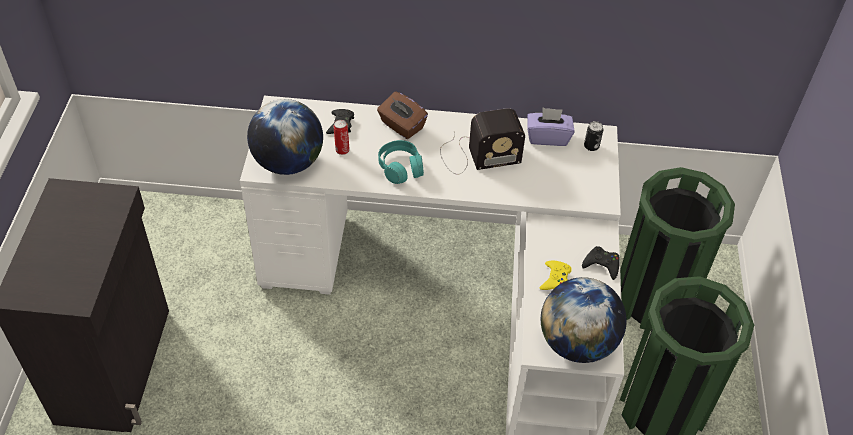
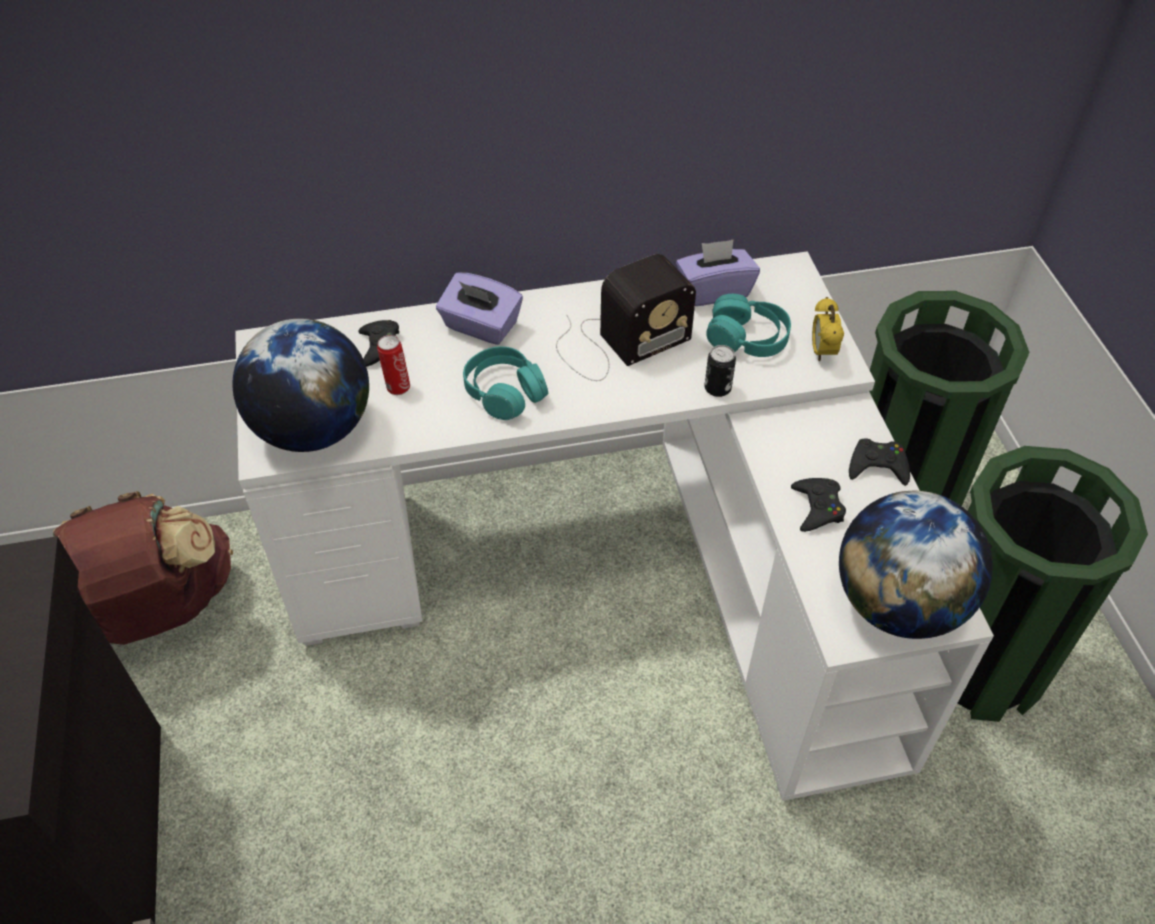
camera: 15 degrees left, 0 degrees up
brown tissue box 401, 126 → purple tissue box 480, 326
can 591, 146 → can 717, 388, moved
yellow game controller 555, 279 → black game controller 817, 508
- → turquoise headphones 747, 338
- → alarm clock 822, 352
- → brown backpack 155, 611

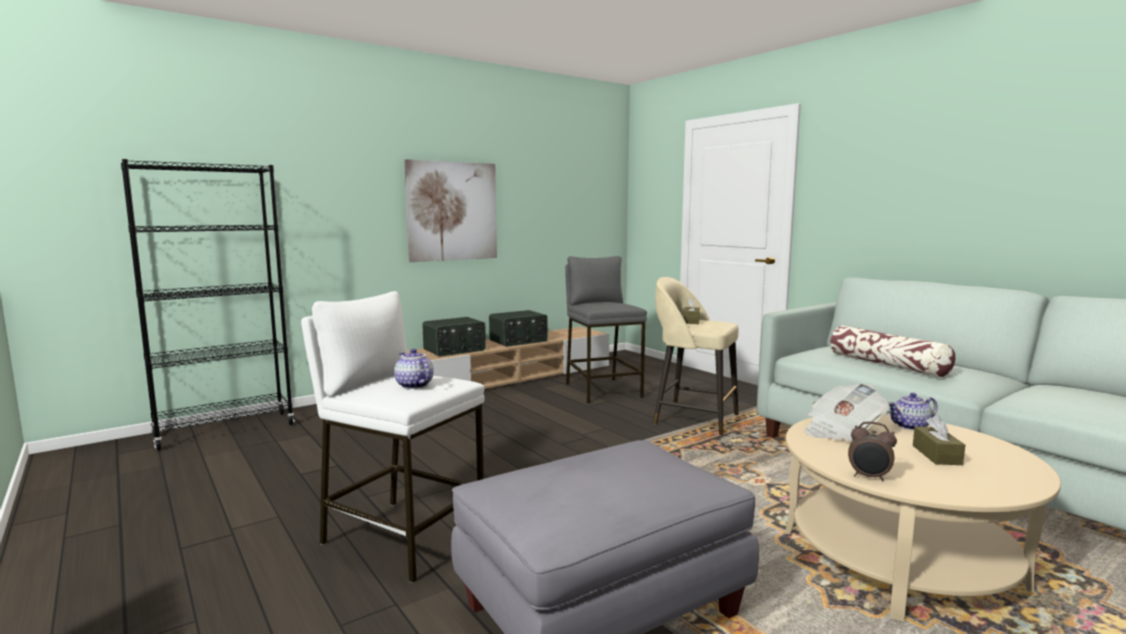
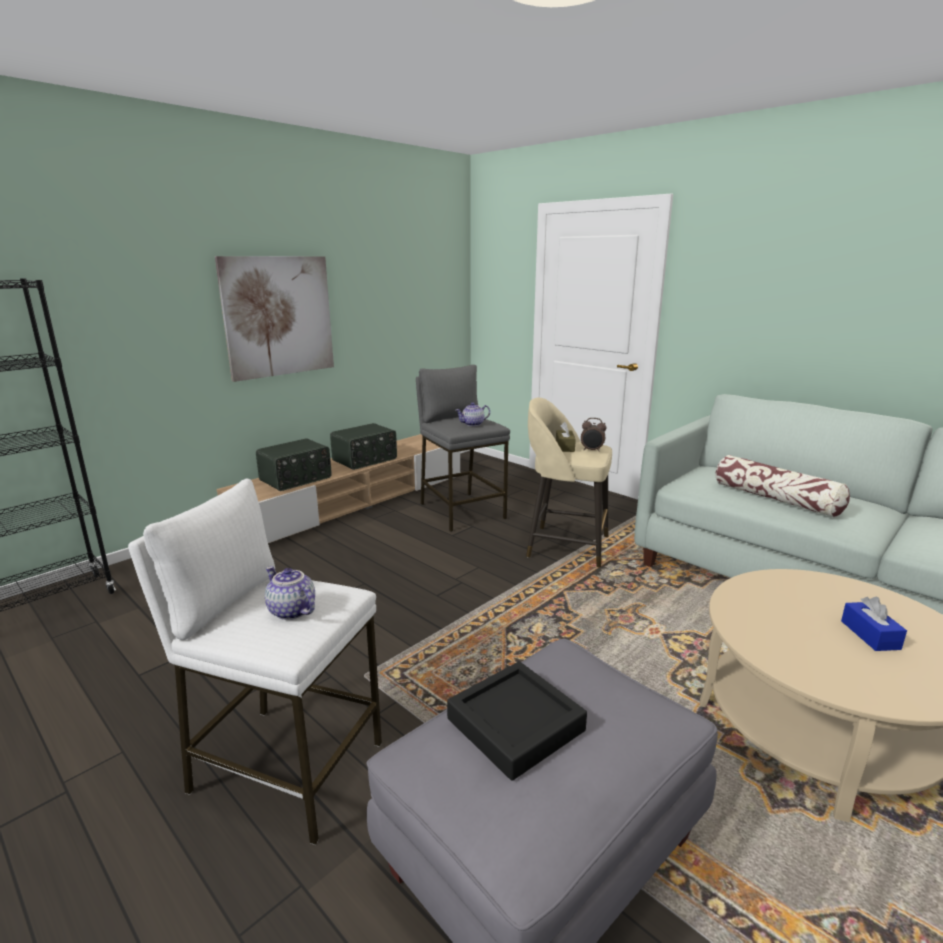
camera: 10 degrees left, 10 degrees up
newspaper 841, 432 → -
teapot 911, 427 → teapot 473, 424, moved
brown tissue box 936, 455 → blue tissue box 870, 635
alarm clock 869, 477 → alarm clock 592, 450, moved
- → black tray 515, 724

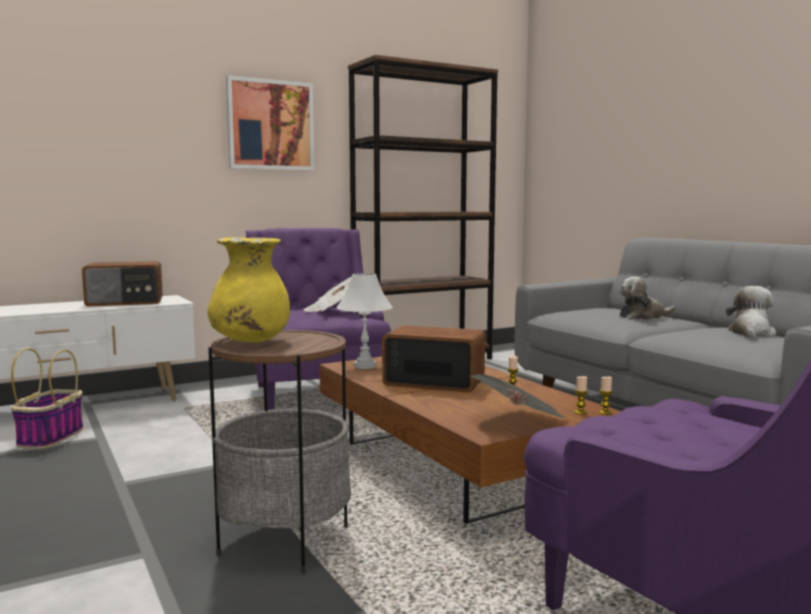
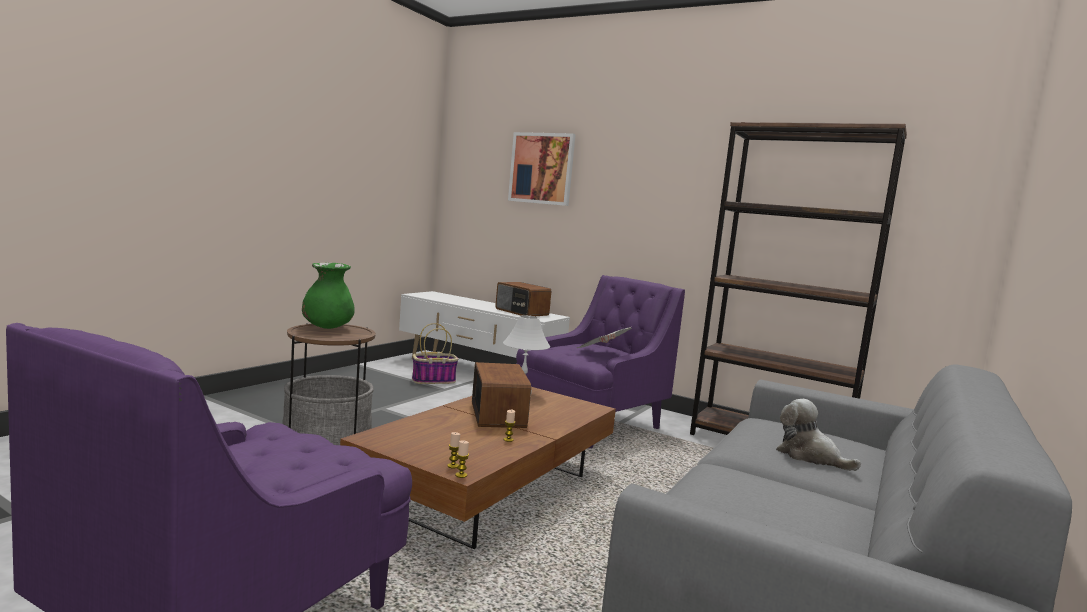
camera: 60 degrees right, 0 degrees up
picture 270, 125 → picture 541, 168, moved
yellow vase 250, 341 → green vase 327, 327
plush toy 750, 333 → -
newspaper 520, 422 → -

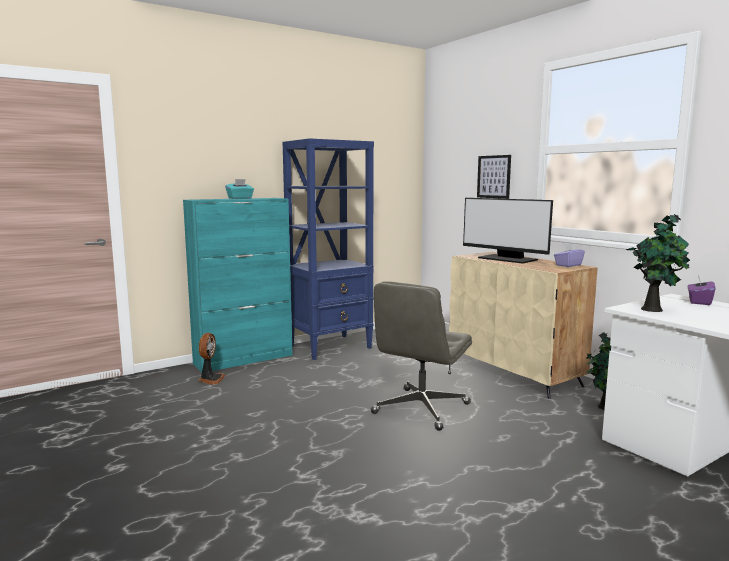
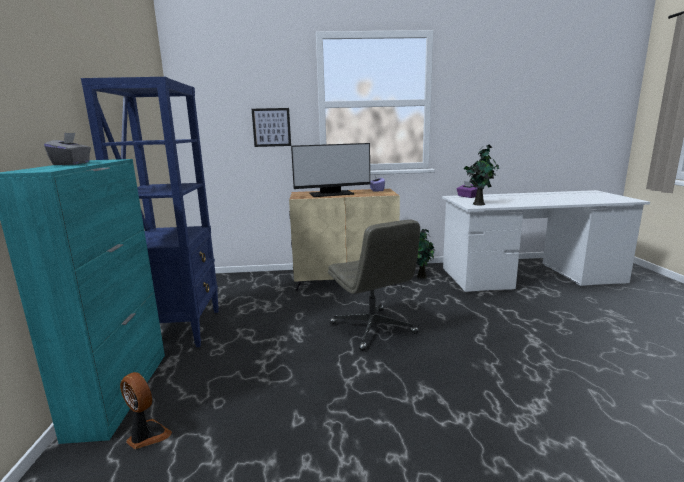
camera: 60 degrees left, 5 degrees up
turquoise tissue box 240, 198 → grey tissue box 72, 164

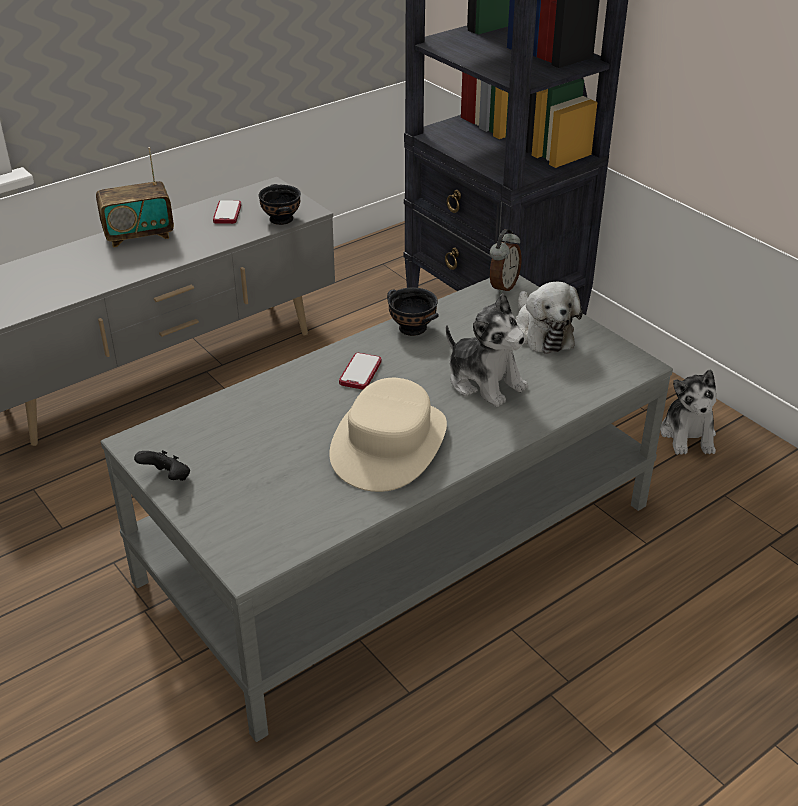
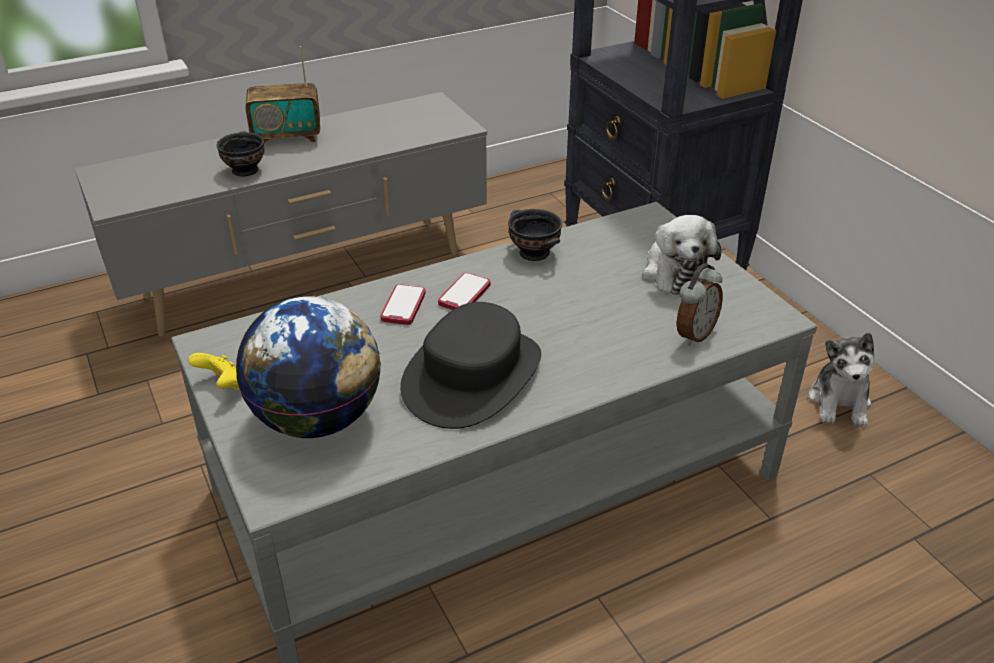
camera: 10 degrees right, 0 degrees up
black bowl 281, 219 → black bowl 244, 171, moved
phone 227, 213 → phone 403, 306, moved
alarm clock 502, 287 → alarm clock 694, 334, moved
plush toy 485, 382 → -
beige hat 389, 444 → black hat 473, 376
black game controller 167, 478 → yellow game controller 224, 386
- → globe 317, 419

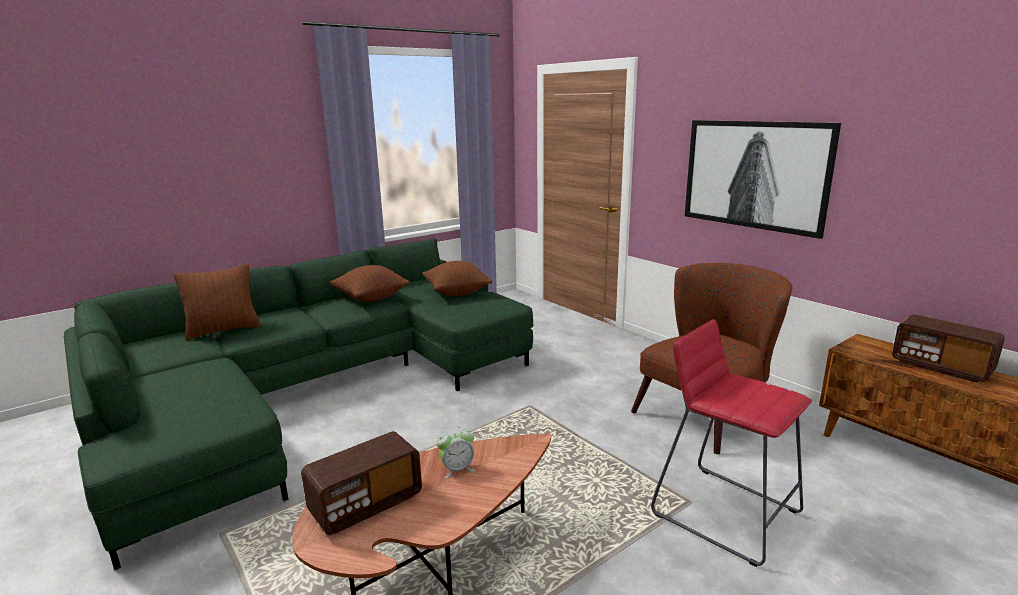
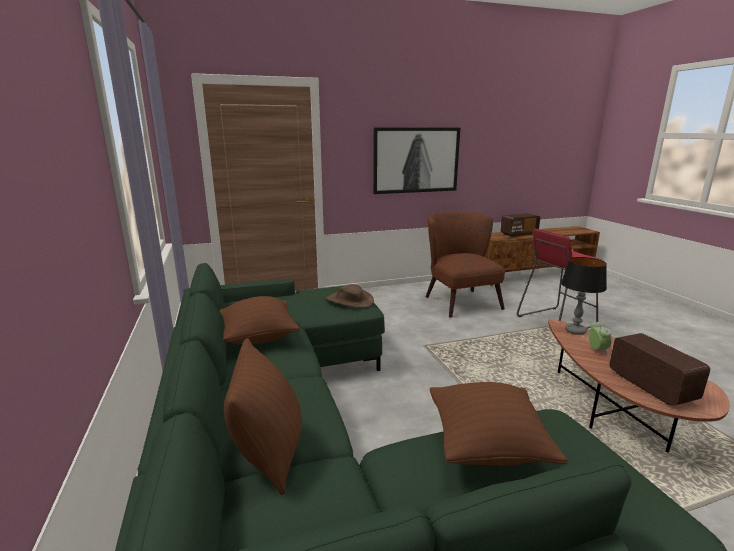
camera: 70 degrees left, 0 degrees up
brown pillow 457, 293 → brown pillow 487, 446, moved
- → table lamp 575, 331
- → brown hat 349, 300

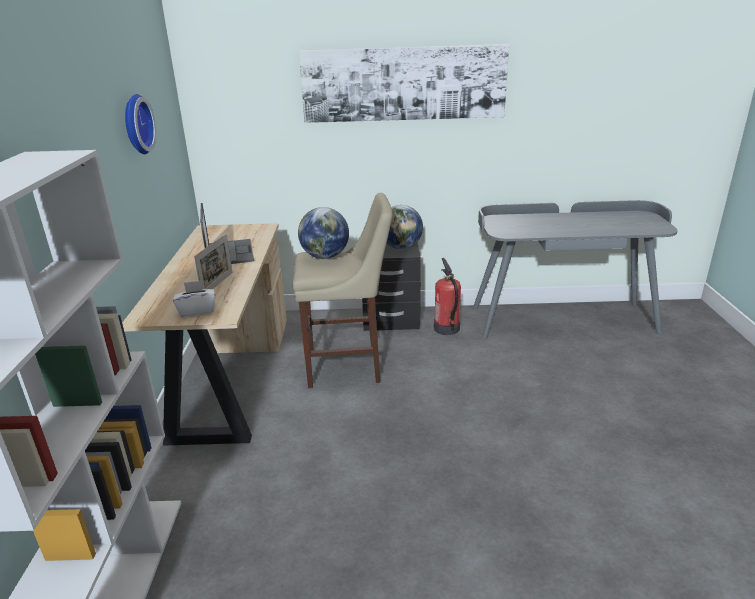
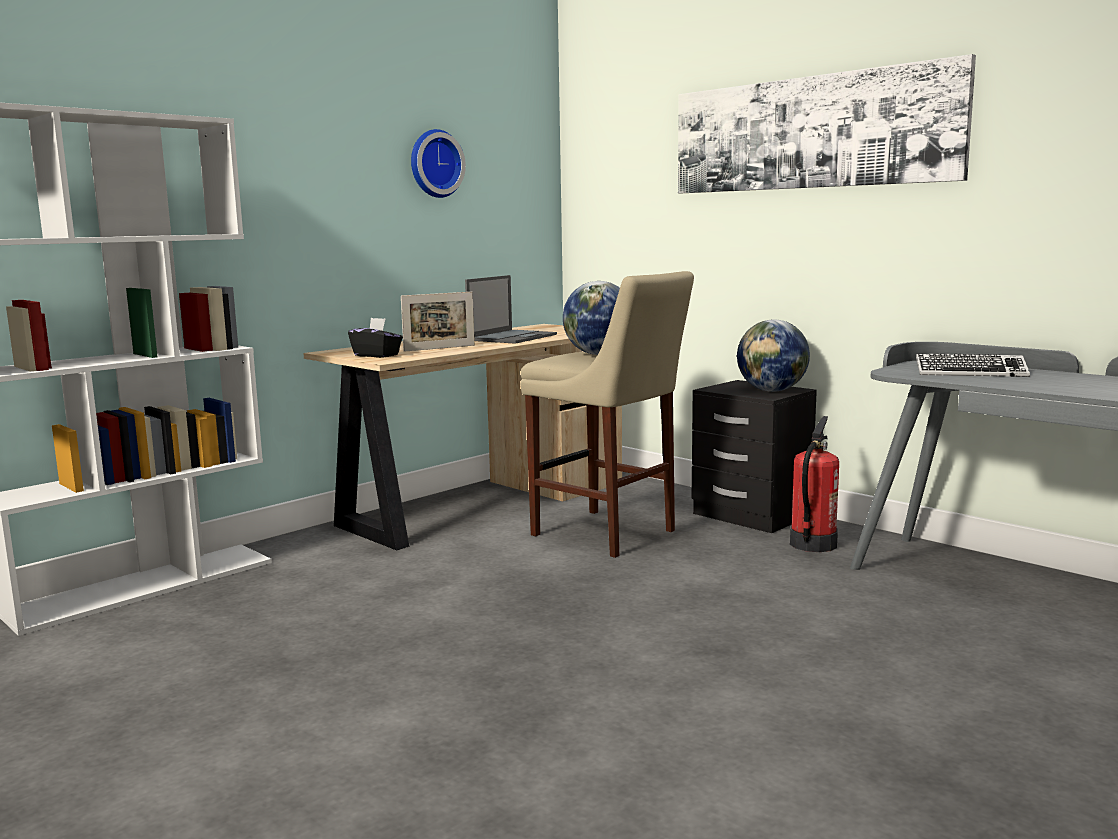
camera: 45 degrees right, 15 degrees down
white tissue box 197, 310 → black tissue box 377, 355
- → keyboard 970, 373

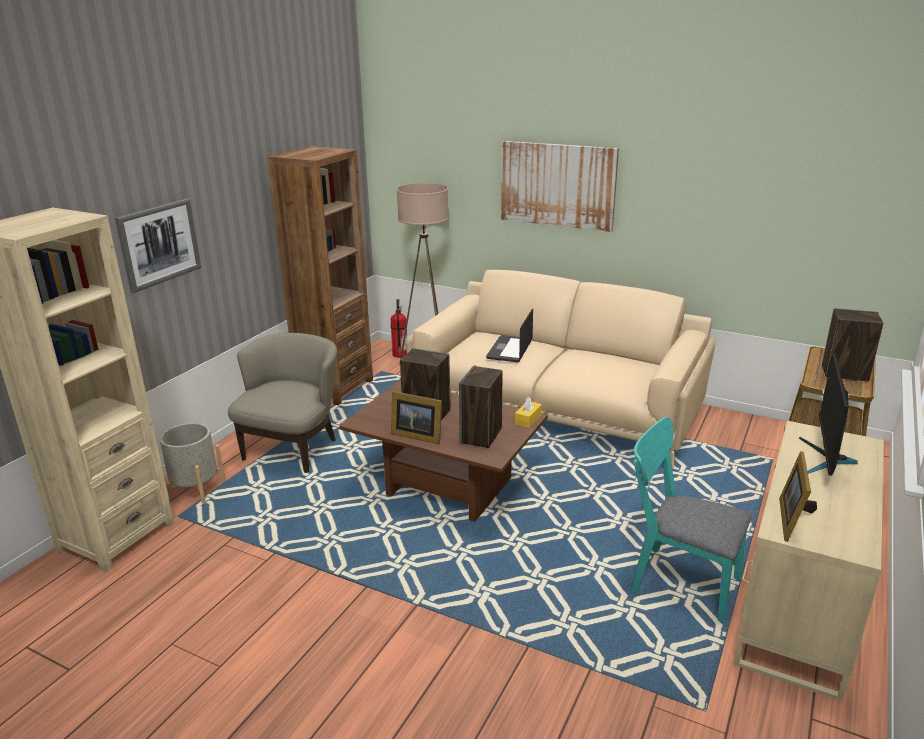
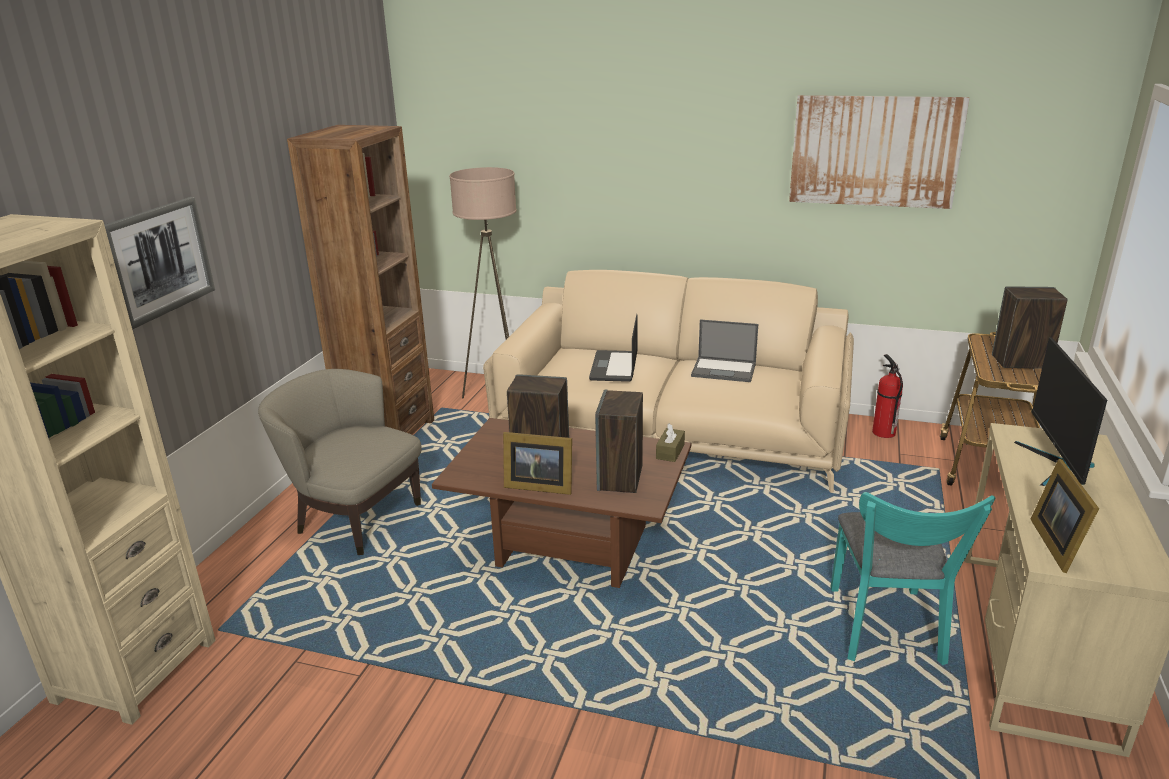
camera: 10 degrees left, 0 degrees up
picture 557, 185 → picture 874, 151, moved
fire extinguisher 400, 354 → fire extinguisher 883, 432, moved
beige armchair 293, 448 → beige armchair 355, 518, 75 degrees counterclockwise
yellow tissue box 528, 419 → brown tissue box 670, 451
turquoise chair 676, 581 → turquoise chair 886, 632, 105 degrees counterclockwise
grey planter 195, 490 → -
- → laptop 724, 370

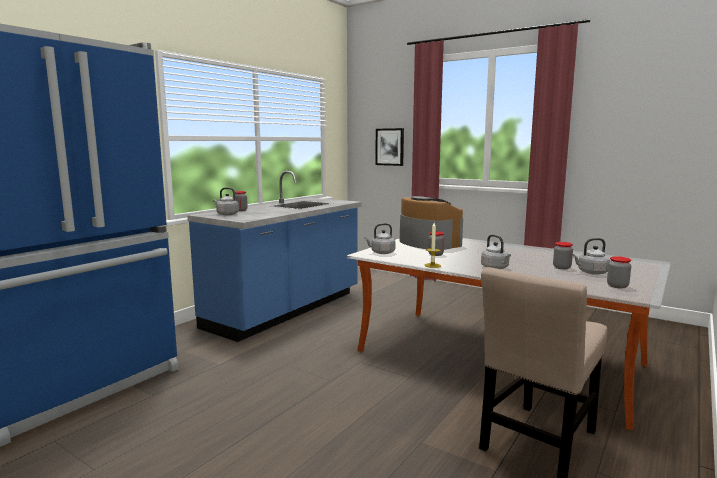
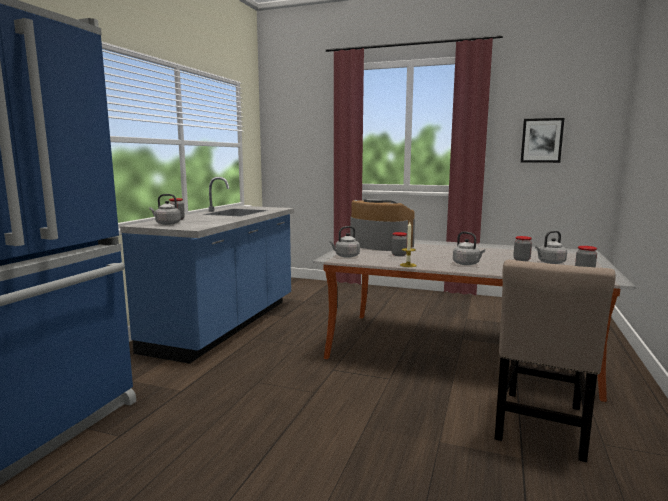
camera: 15 degrees left, 0 degrees up
picture 390, 147 → picture 541, 140, moved

